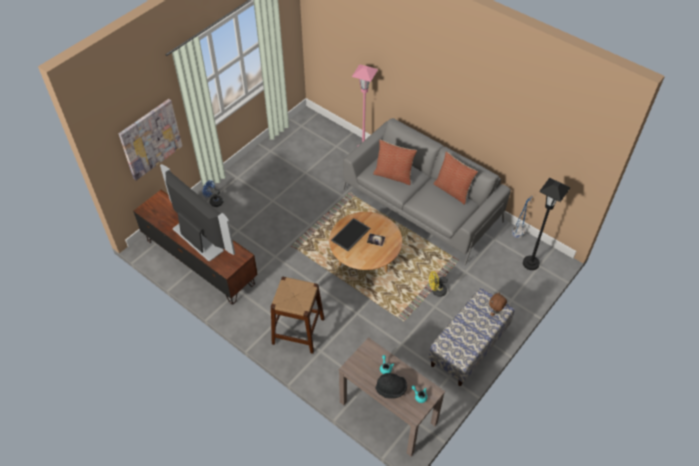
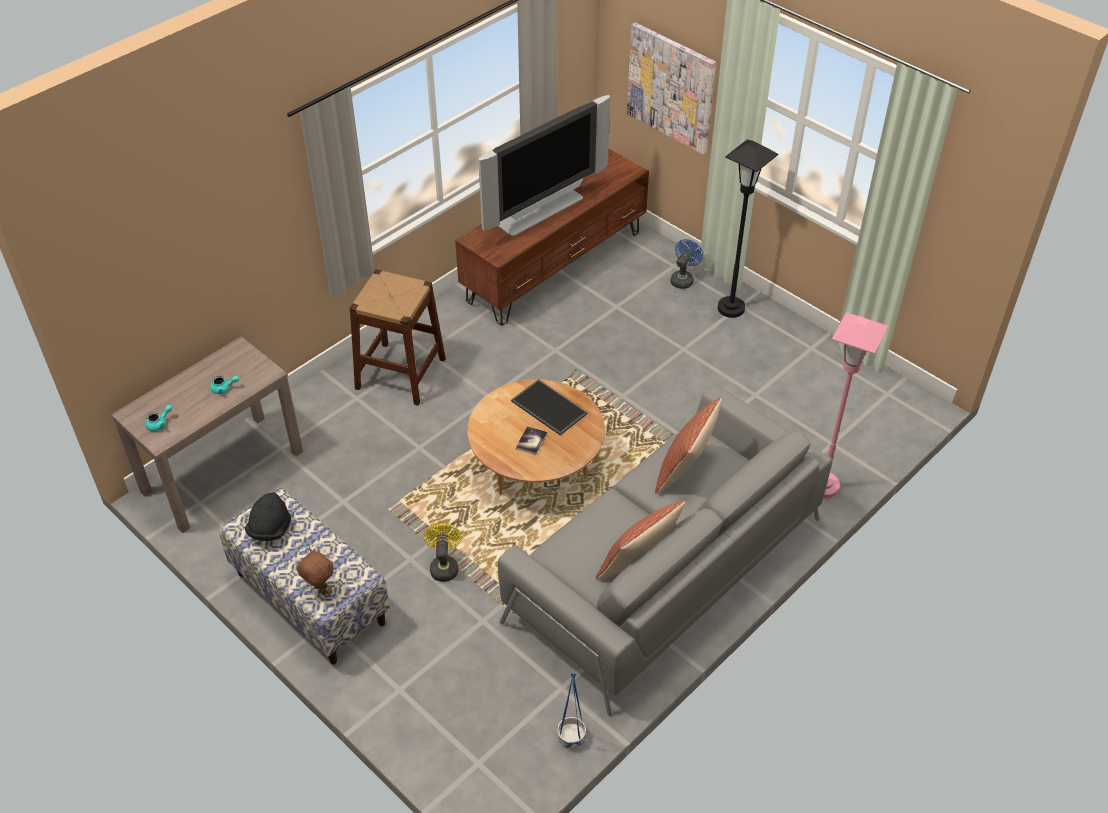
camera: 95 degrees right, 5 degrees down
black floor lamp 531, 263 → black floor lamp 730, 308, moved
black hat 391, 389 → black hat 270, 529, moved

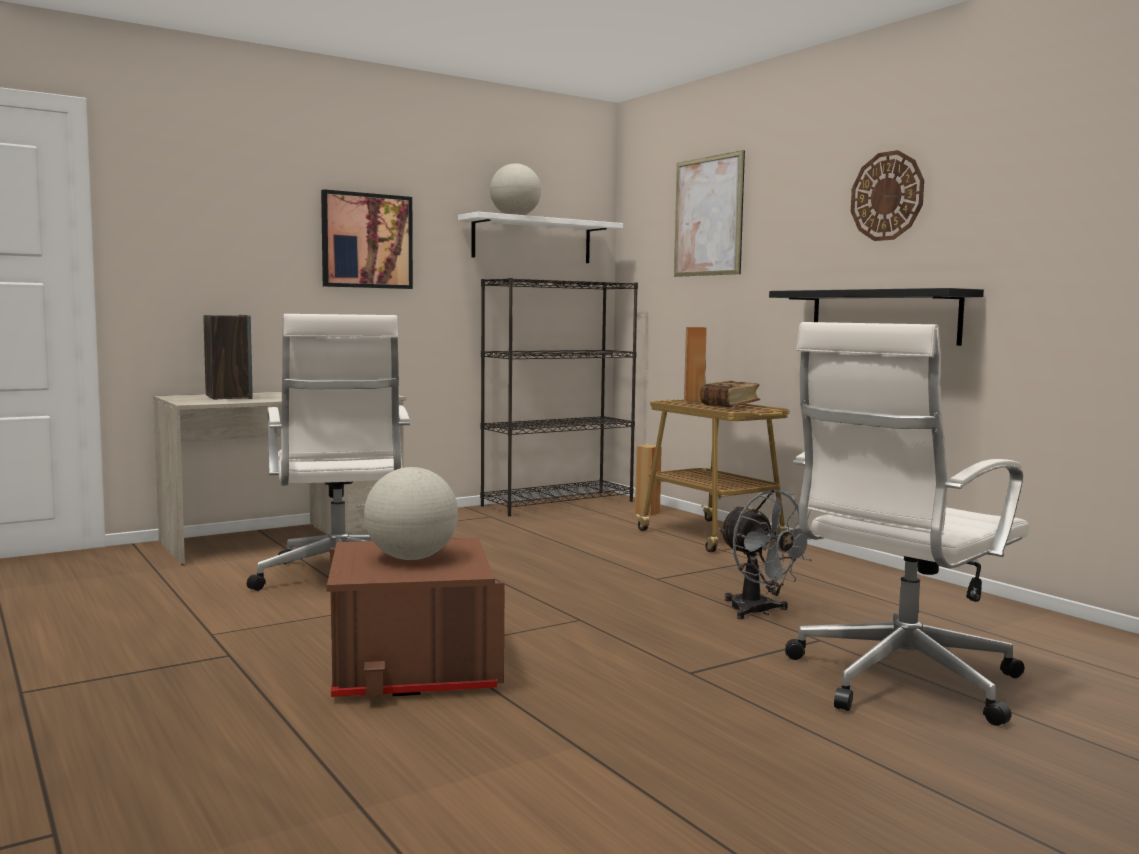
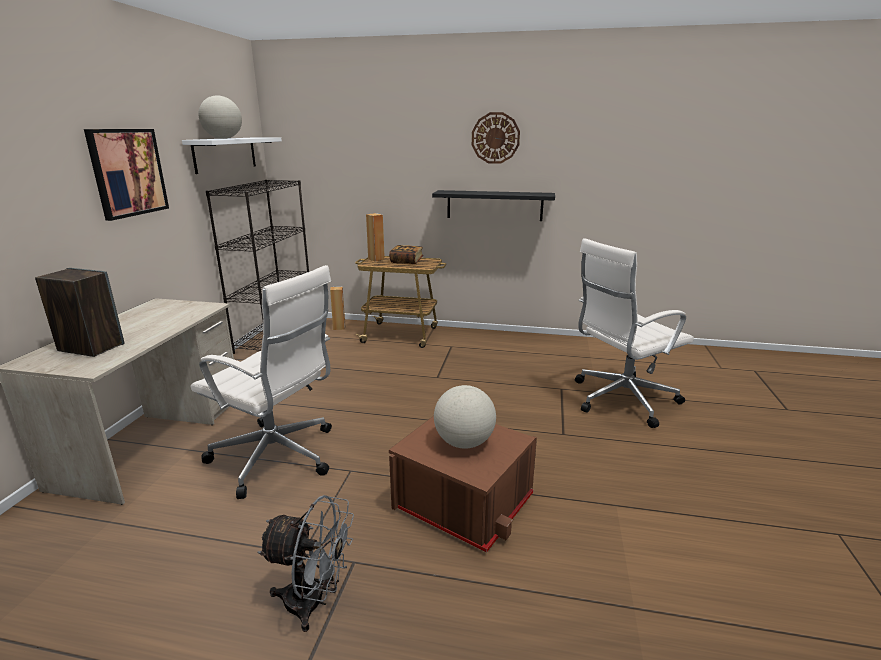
camera: 45 degrees left, 15 degrees up
picture 708, 216 → -
white office chair 898, 681 → white office chair 620, 400, 60 degrees clockwise
grey fan 759, 612 → grey fan 314, 602, moved

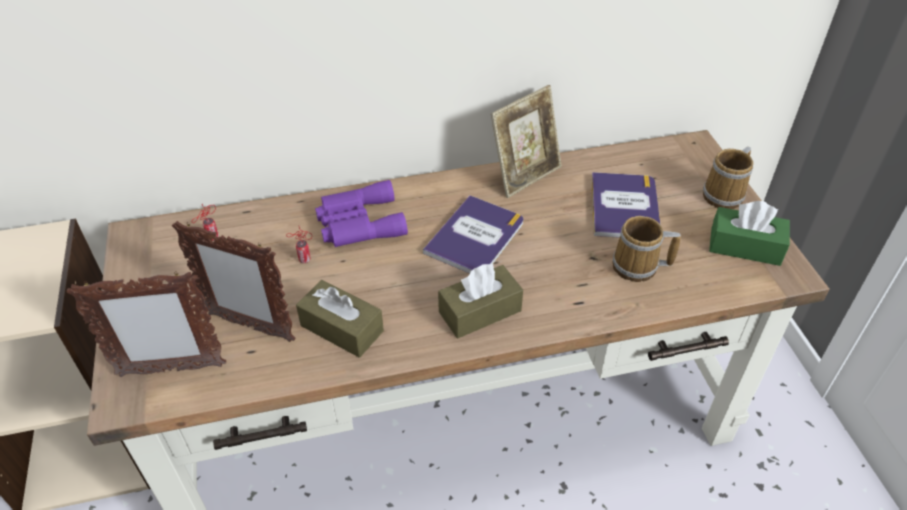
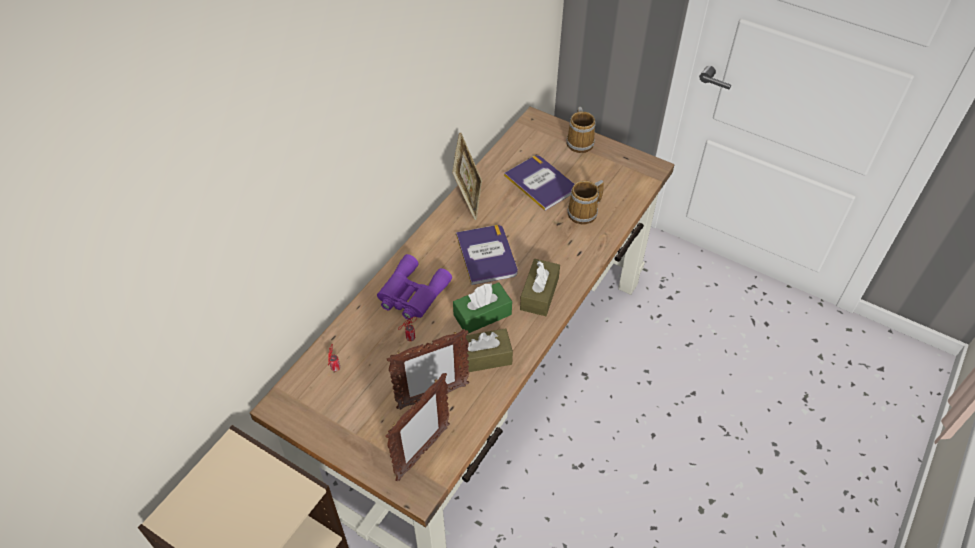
camera: 45 degrees left, 5 degrees up
green tissue box 745, 246 → green tissue box 482, 315, moved

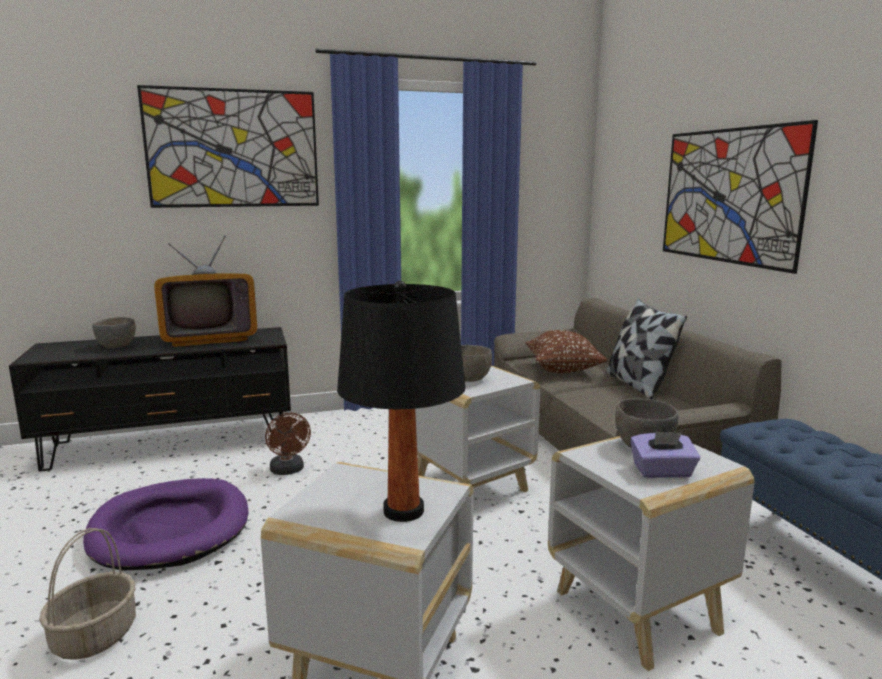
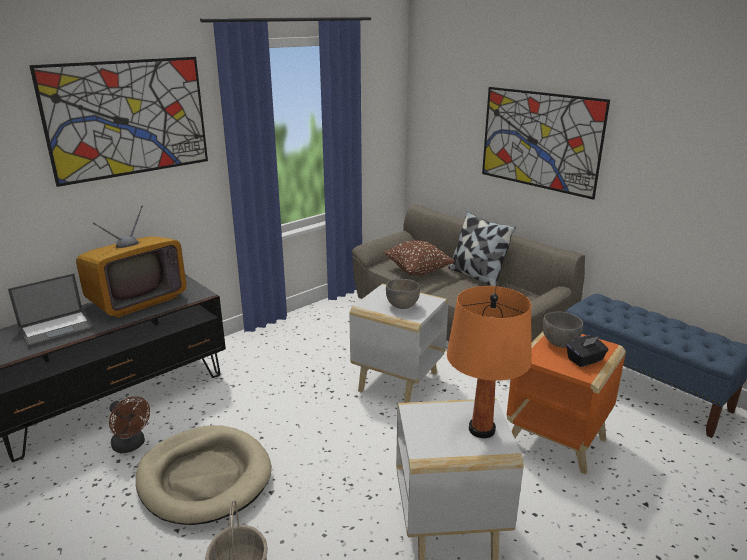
camera: 25 degrees left, 10 degrees up
black table lamp 403, 511 → orange table lamp 482, 430
grey bowl 117, 346 → laptop 58, 328
brown fan 288, 471 → brown fan 131, 445, moved
purple tissue box 662, 472 → black tissue box 585, 360
white side table 639, 612 → orange side table 558, 440
purple dog bed 171, 529 → beige dog bed 204, 477

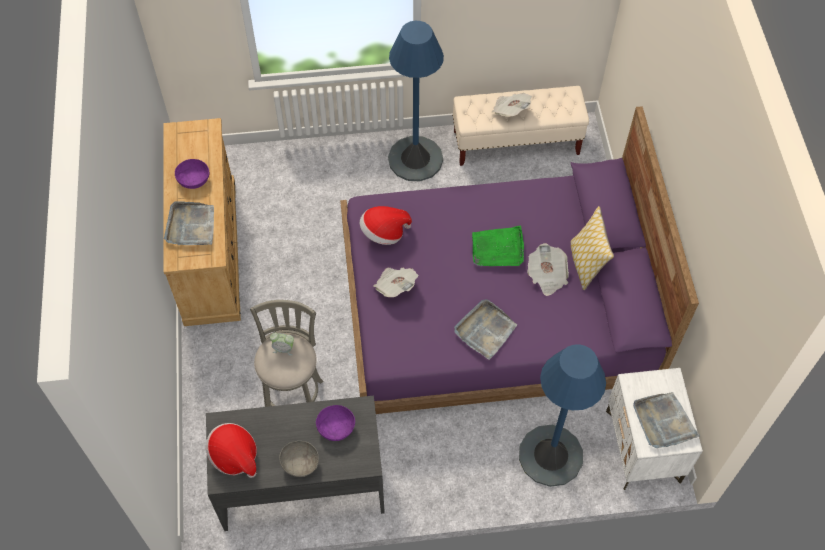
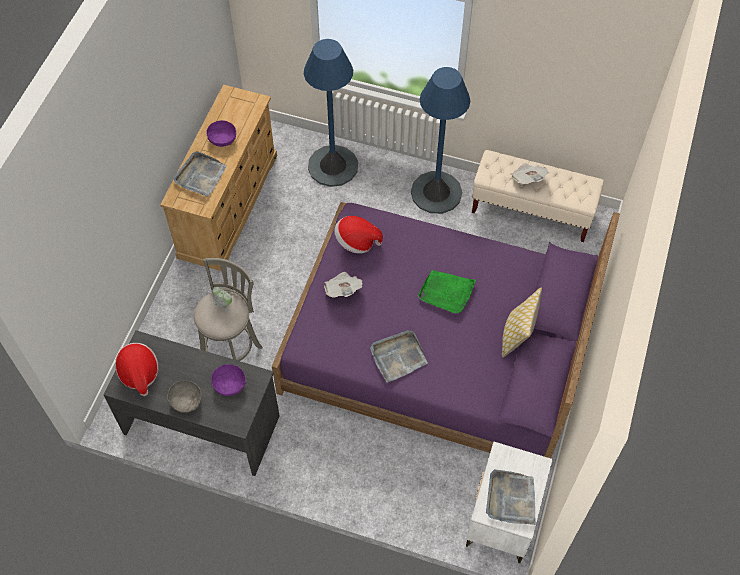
camera: 25 degrees right, 0 degrees up
newspaper 547, 276 → -
blue floor lamp 550, 455 → blue floor lamp 332, 166, moved

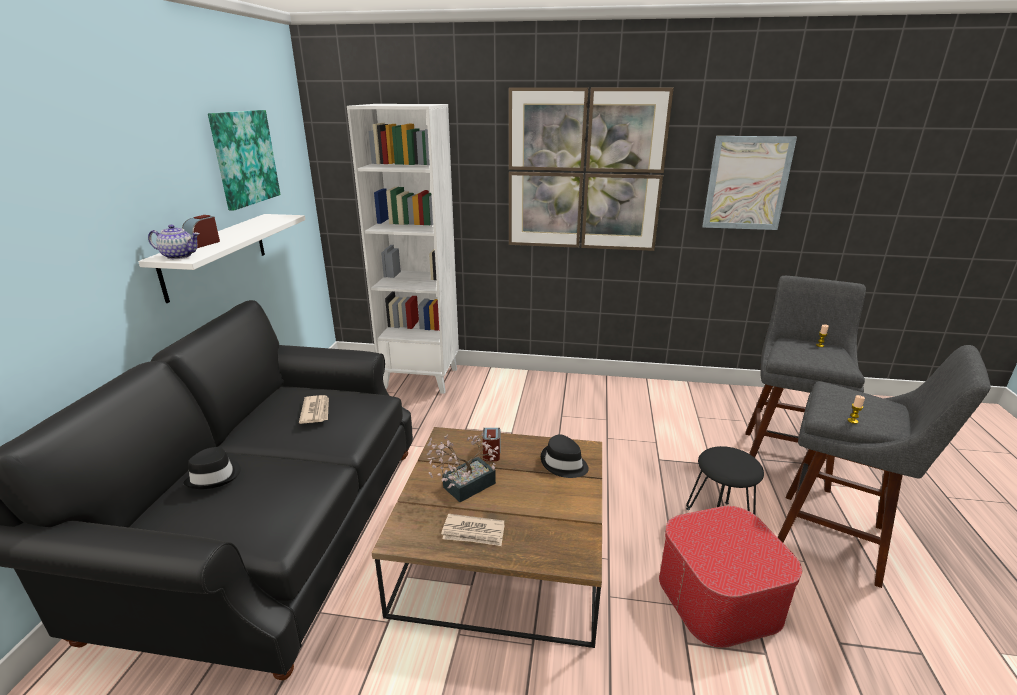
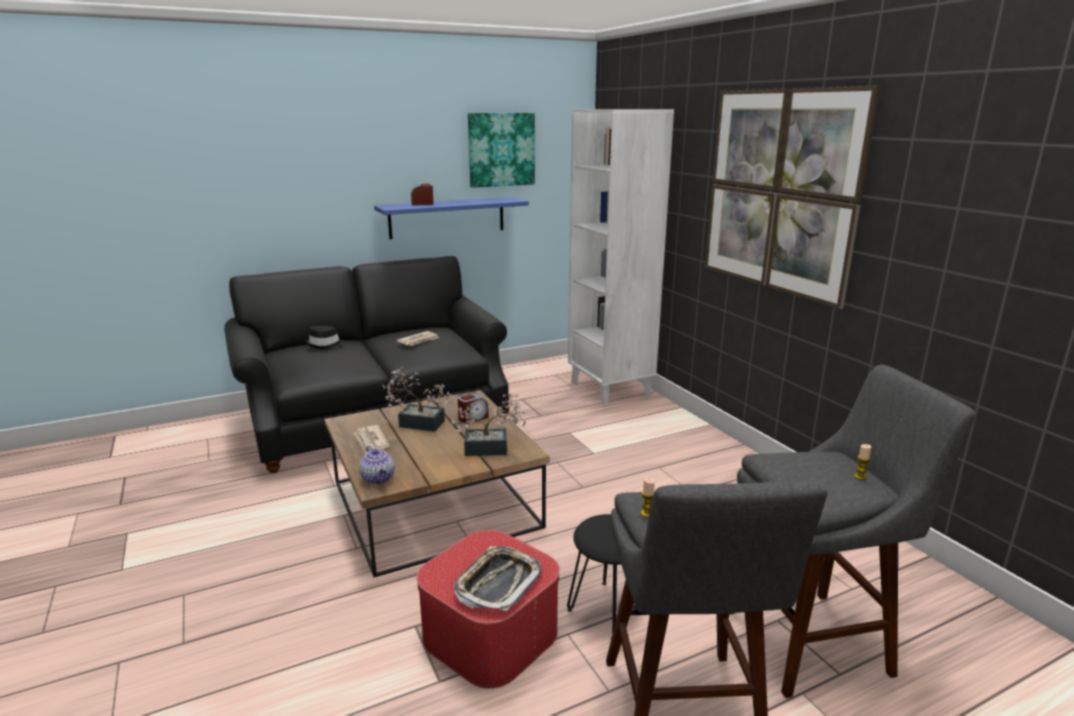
camera: 55 degrees right, 5 degrees down
picture 747, 183 → -
white shelf 216, 255 → blue shelf 447, 217
teapot 179, 256 → teapot 378, 479, moved
black hat 563, 464 → potted plant 492, 449
- → tray 498, 583

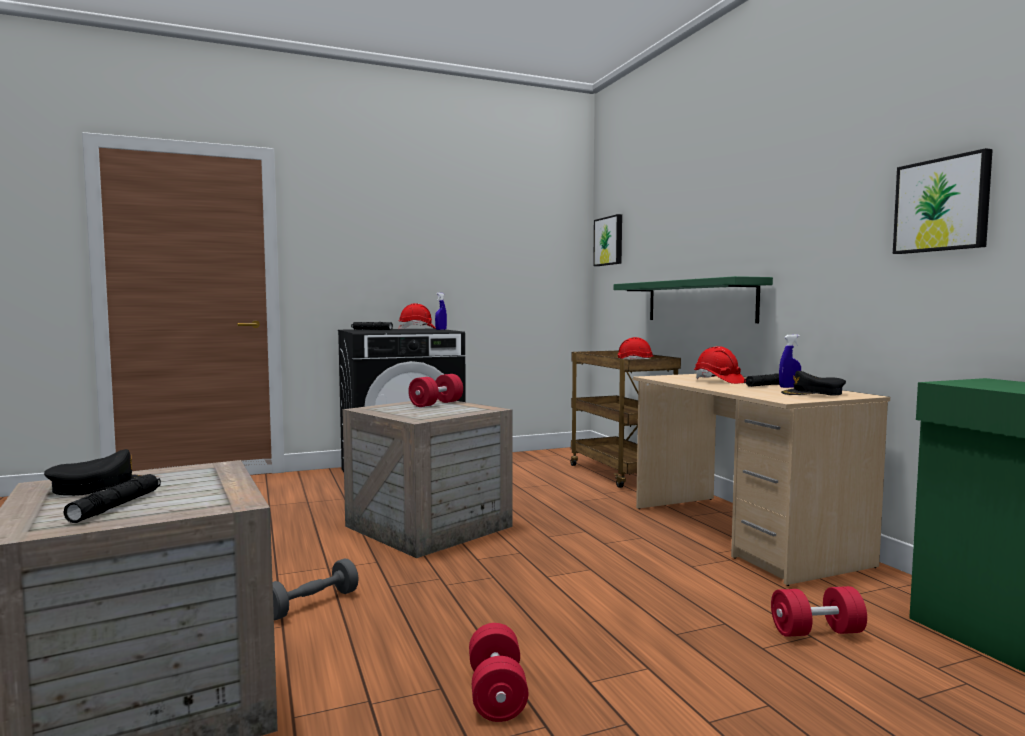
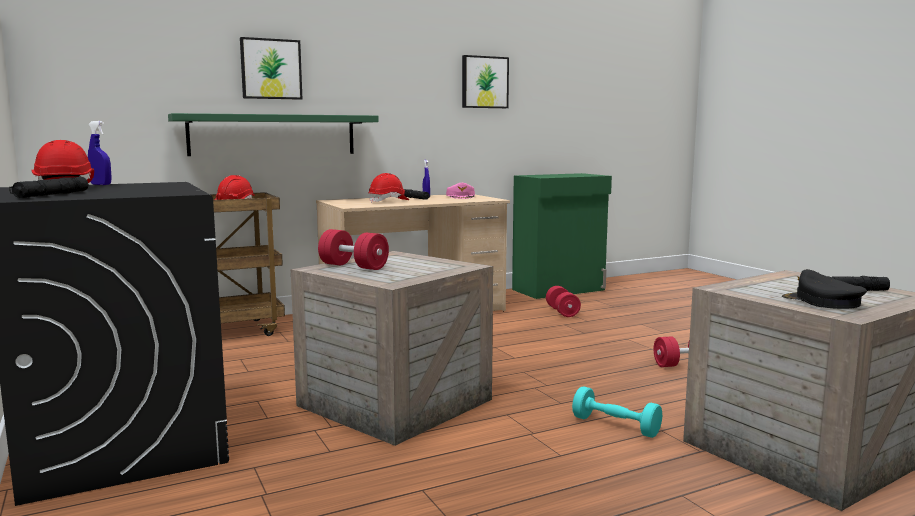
camera: 95 degrees left, 5 degrees up
picture 609, 241 → picture 271, 69, moved
black cap 813, 393 → pink cap 461, 197
grey dumbbell 312, 604 → turquoise dumbbell 615, 426

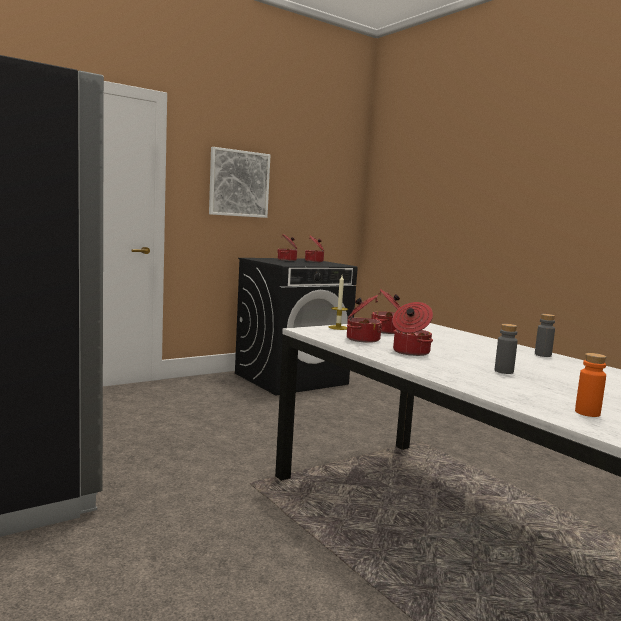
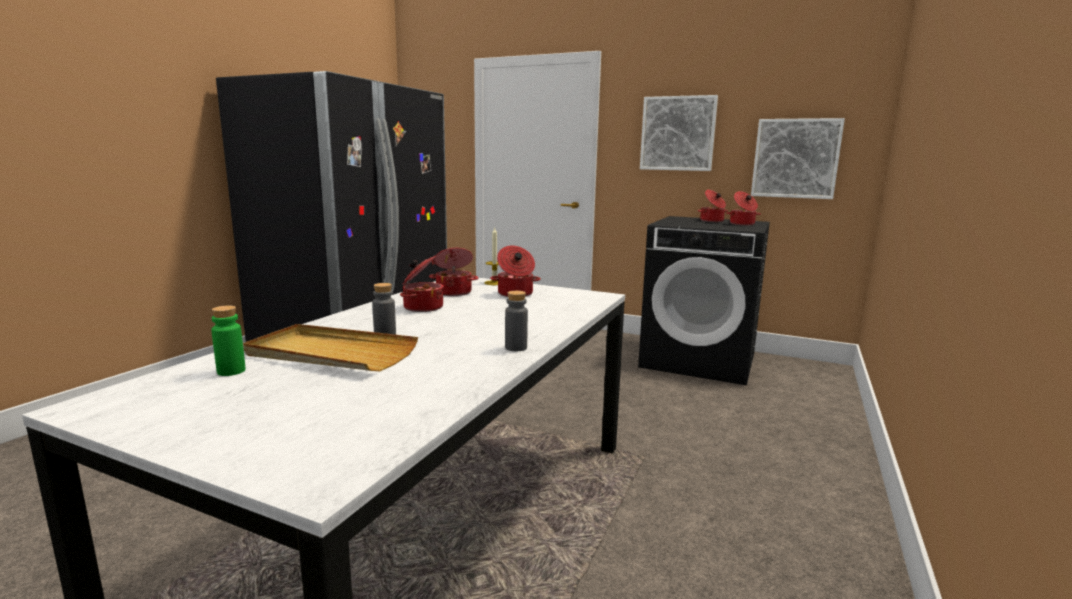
camera: 60 degrees right, 5 degrees up
orange bottle 587, 413 → green bottle 231, 371
- → picture 795, 158
- → beige tray 330, 353

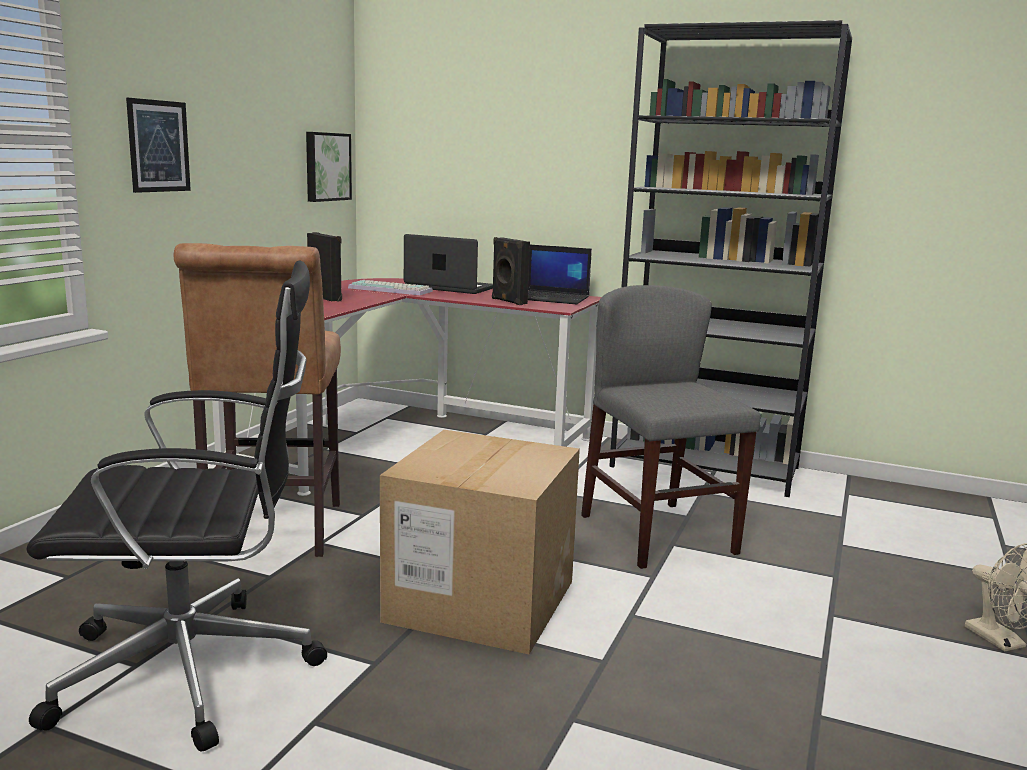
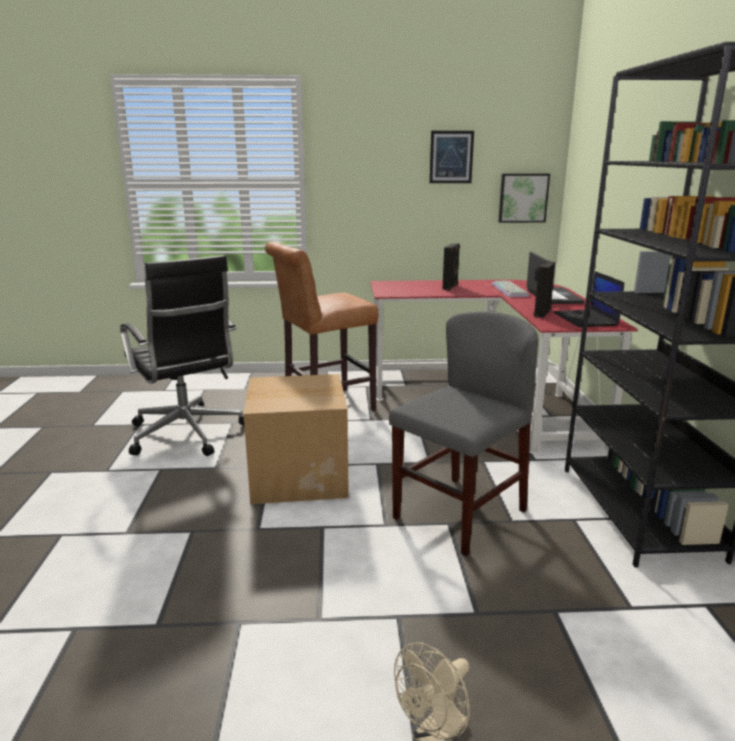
camera: 65 degrees right, 5 degrees up
picture 159, 146 → picture 451, 157, moved

